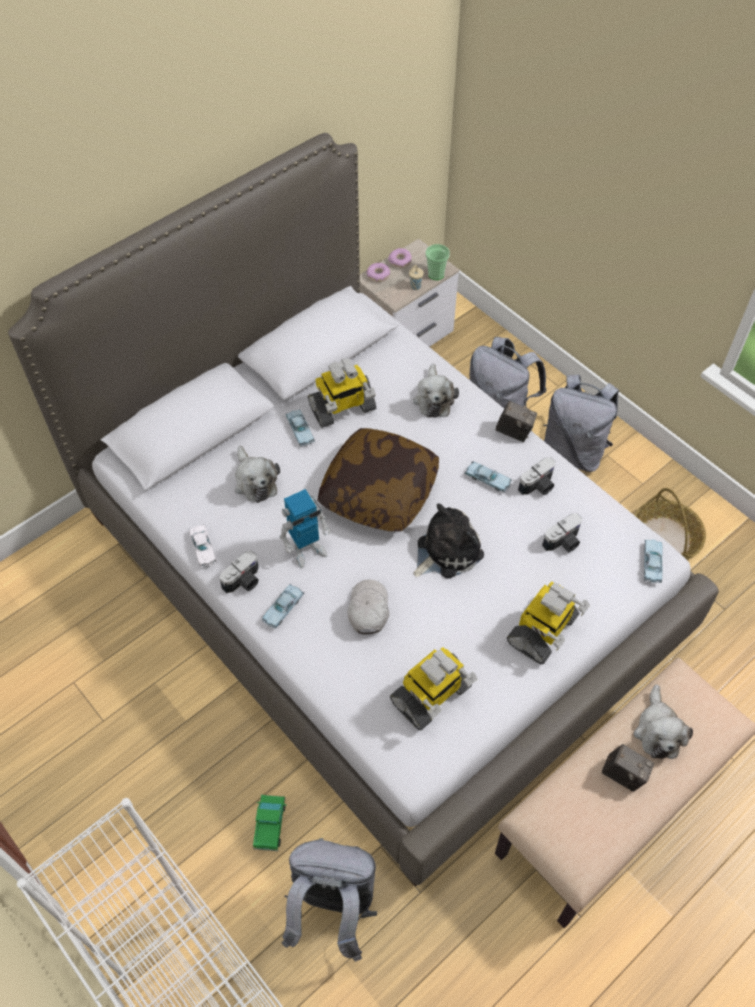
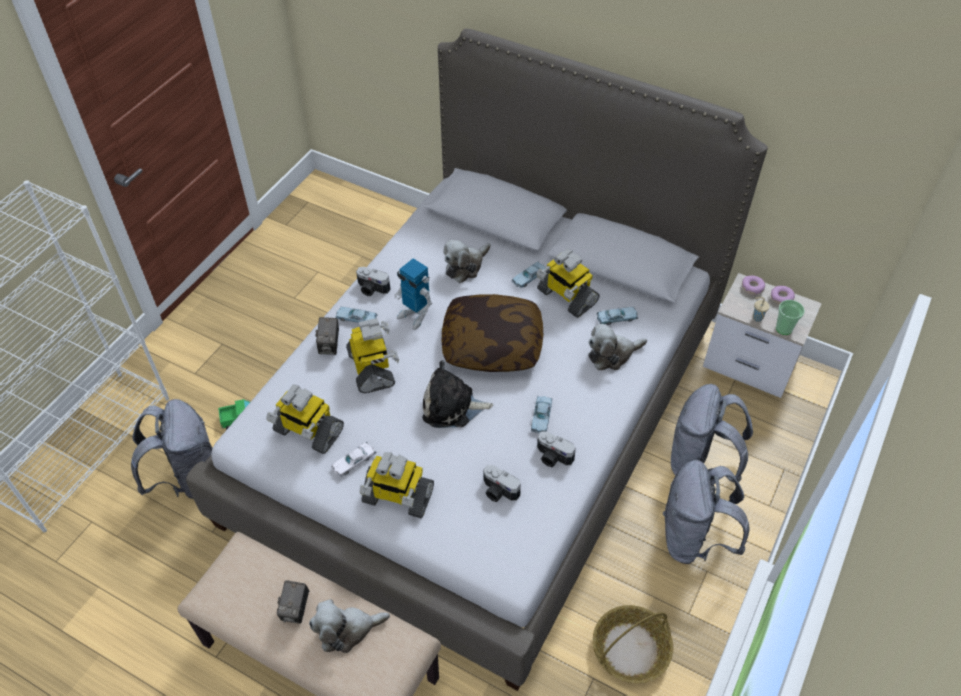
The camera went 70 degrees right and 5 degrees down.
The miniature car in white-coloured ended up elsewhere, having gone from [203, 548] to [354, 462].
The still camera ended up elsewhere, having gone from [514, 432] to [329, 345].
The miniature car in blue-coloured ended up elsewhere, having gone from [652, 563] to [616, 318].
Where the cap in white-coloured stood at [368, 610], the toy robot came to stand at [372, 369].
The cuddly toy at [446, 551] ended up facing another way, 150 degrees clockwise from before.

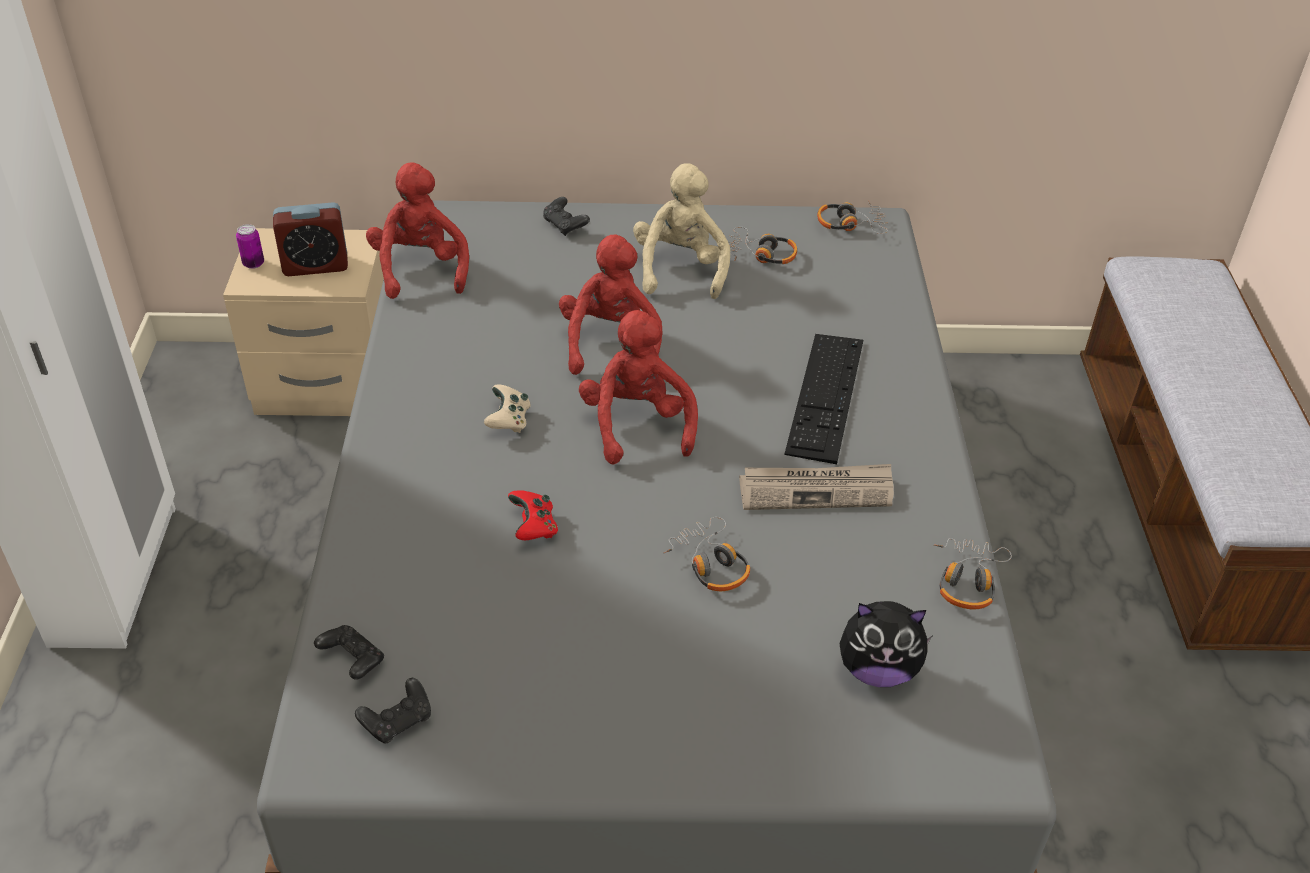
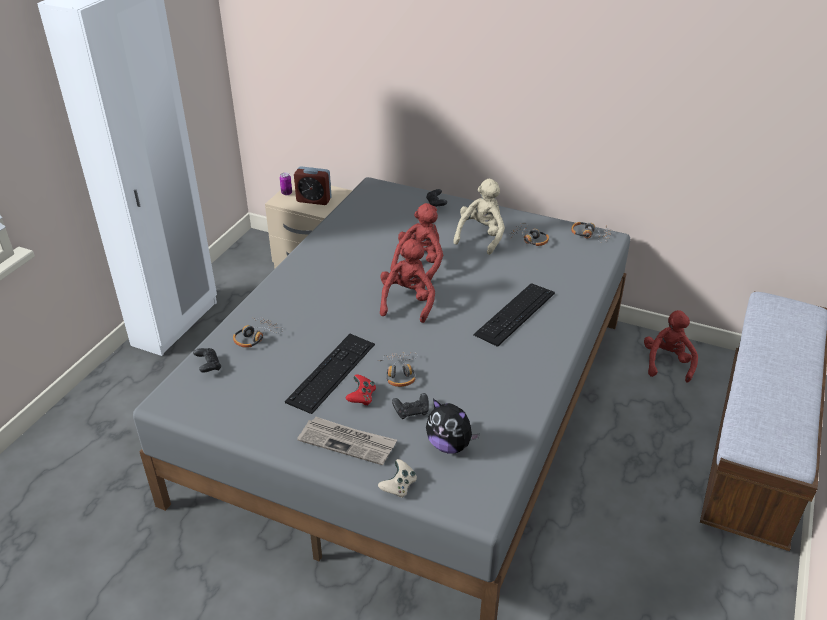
The camera went 25 degrees right and 5 degrees down.
The second view gained the keyboard at [331, 372].
The gamepad in blackish ended up elsewhere, having gone from [398, 721] to [411, 412].
The cuddly toy in red ended up elsewhere, having gone from [420, 269] to [667, 363].
The gamepad in beige ended up elsewhere, having gone from [508, 421] to [398, 486].
The gamepad in red ended up elsewhere, having gone from [534, 527] to [361, 397].
The daily paper ended up elsewhere, having gone from [816, 490] to [348, 442].
The pair of headphones ended up elsewhere, having gone from [967, 580] to [256, 337].

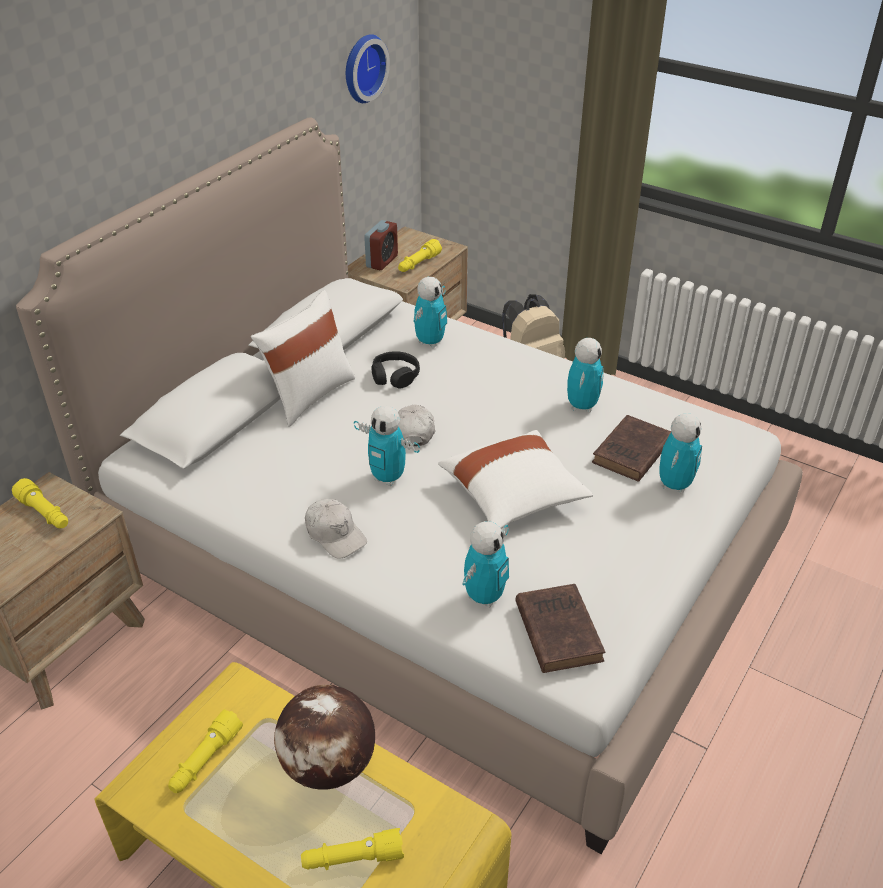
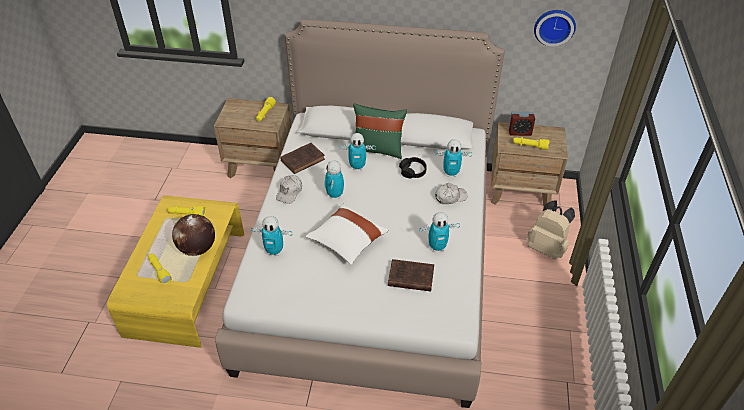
The camera went 65 degrees right and 5 degrees up.
The cap in white-coloured ended up elsewhere, having gone from [414, 430] to [450, 197].
The book in brownish ended up elsewhere, having gone from [557, 629] to [303, 159].
The toy robot ended up elsewhere, having gone from [674, 485] to [357, 167].
What was the pillow in white-coloured at [309, 395] turned into the pillow in green-coloured at [378, 149].

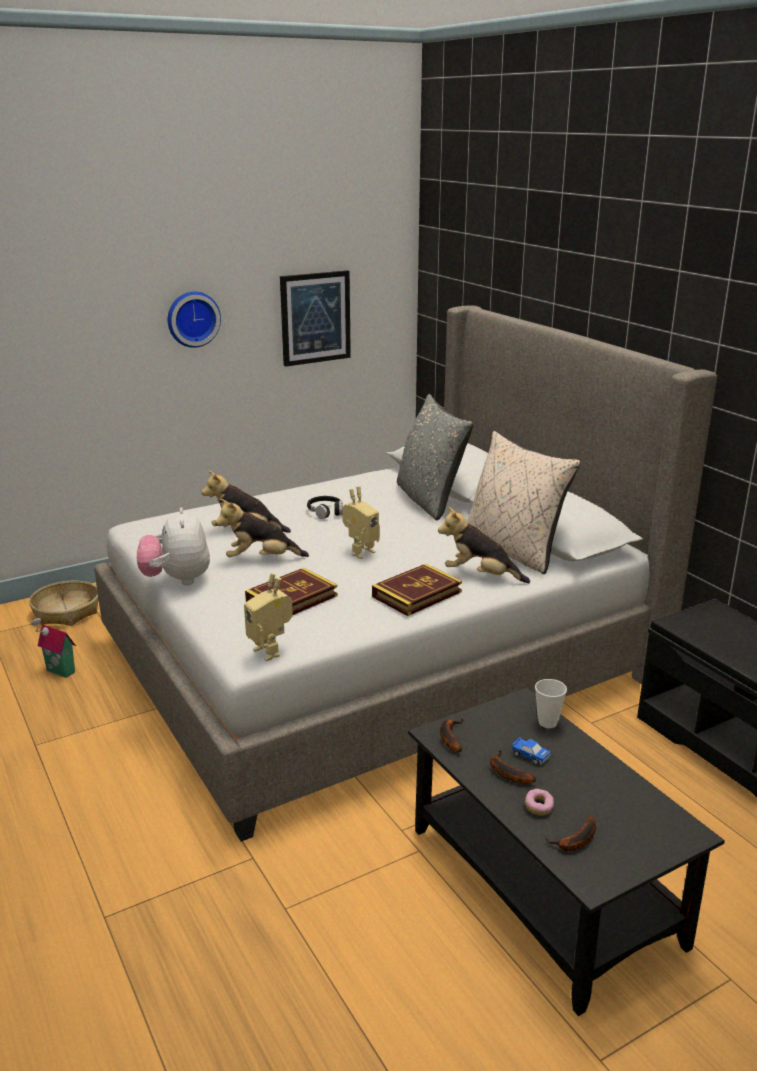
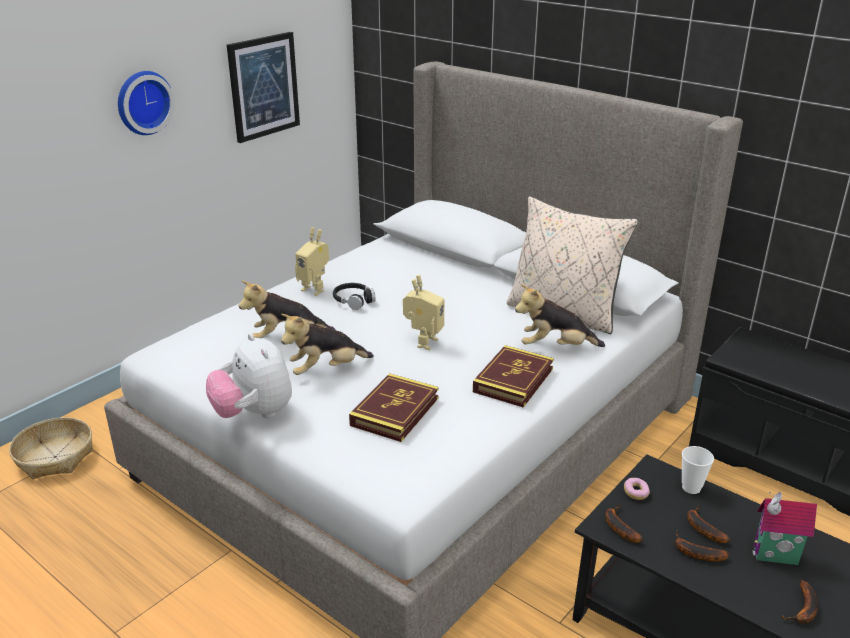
The camera went 20 degrees left and 5 degrees up.
The second view lost the pillow in grey at [429, 500].
The miniature house ended up elsewhere, having gone from [59, 672] to [775, 558].
The toy robot ended up elsewhere, having gone from [271, 651] to [315, 289].
The doughnut ended up elsewhere, having gone from [539, 807] to [635, 493].
Where the miniature car stood at [530, 755], the banana fruit came to stand at [701, 528].

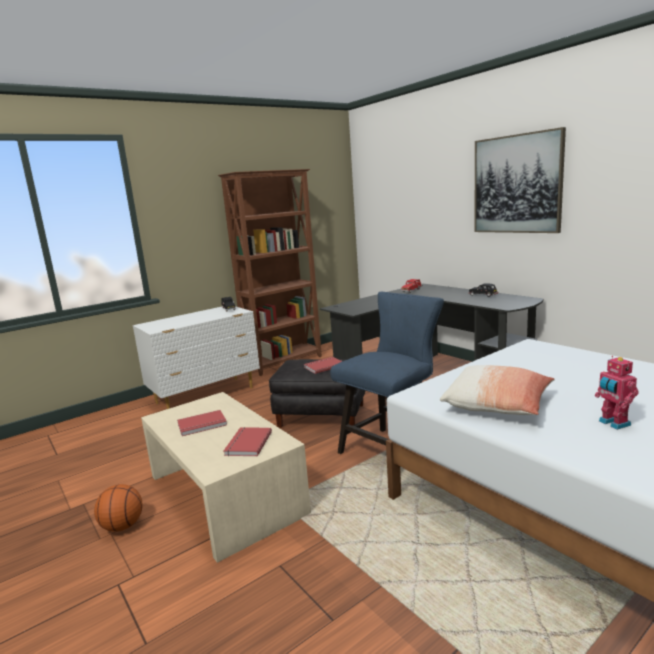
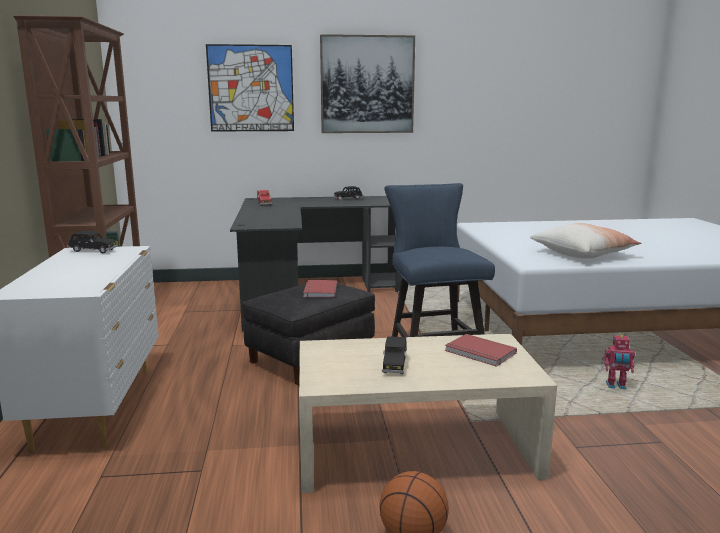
The camera went 60 degrees left and 0 degrees up.
The second view gained the picture at [251, 88].
The toy robot ended up elsewhere, having gone from [613, 423] to [616, 387].
Where the book in red stood at [202, 425], the miniature car in blackish came to stand at [395, 364].

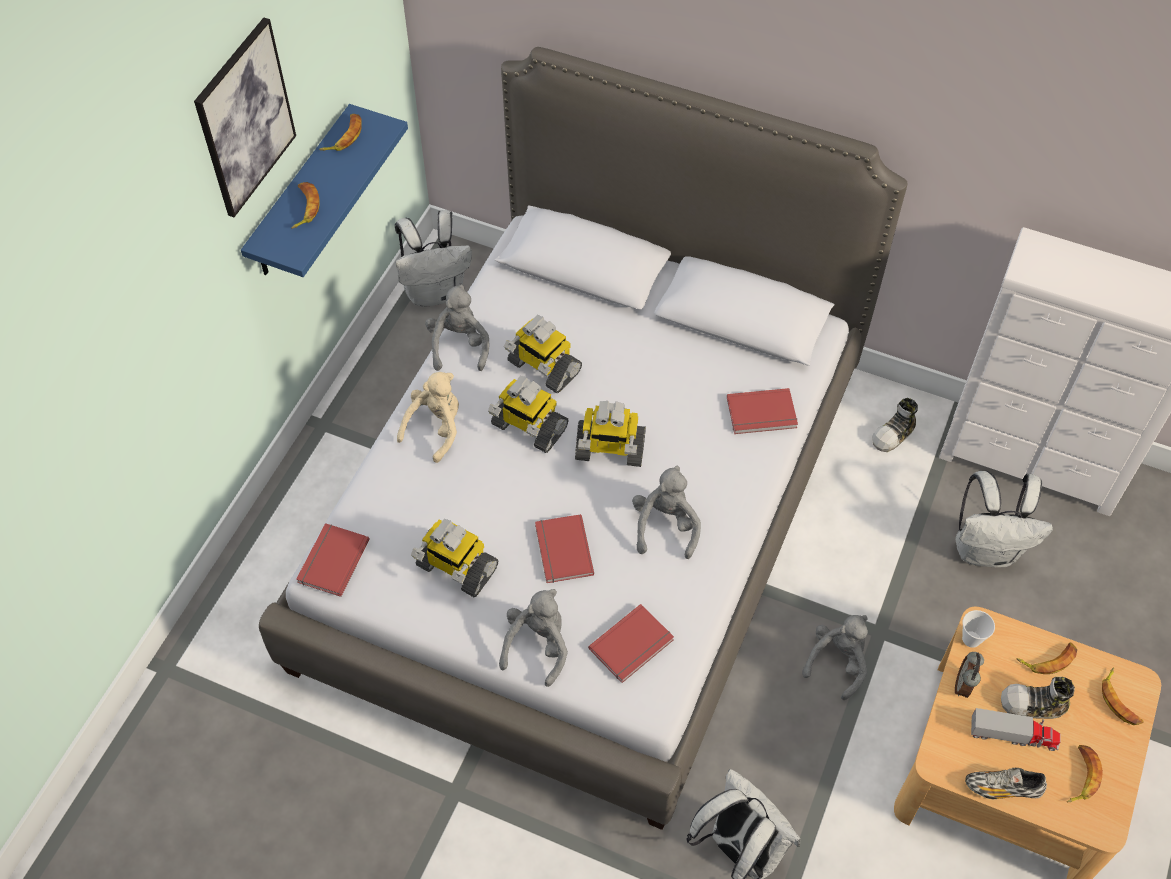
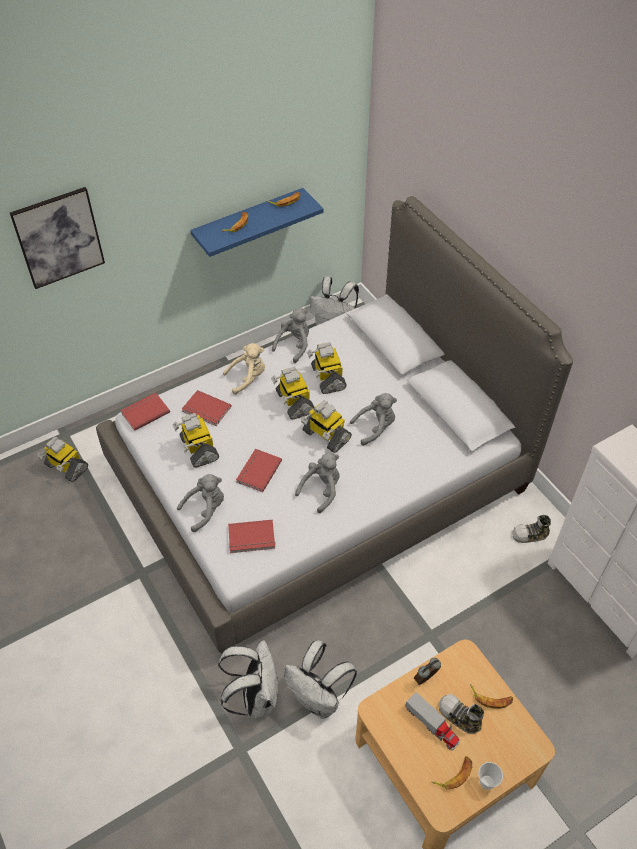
The camera went 35 degrees right and 5 degrees down.
The second view lost the low shoe at [1003, 788].
The second view lost the banana fruit at [1120, 701].
The second view gained the toy robot at [66, 467].
The picture ended up elsewhere, having gone from [245, 118] to [58, 238].
The book in red ended up elsewhere, having gone from [762, 414] to [206, 410].
The cuddly toy in grey ended up elsewhere, having gone from [837, 662] to [375, 428].
The rucksack in white-coloured ended up elsewhere, having gone from [986, 550] to [319, 699].
The drinking cup ended up elsewhere, having gone from [971, 639] to [486, 782].

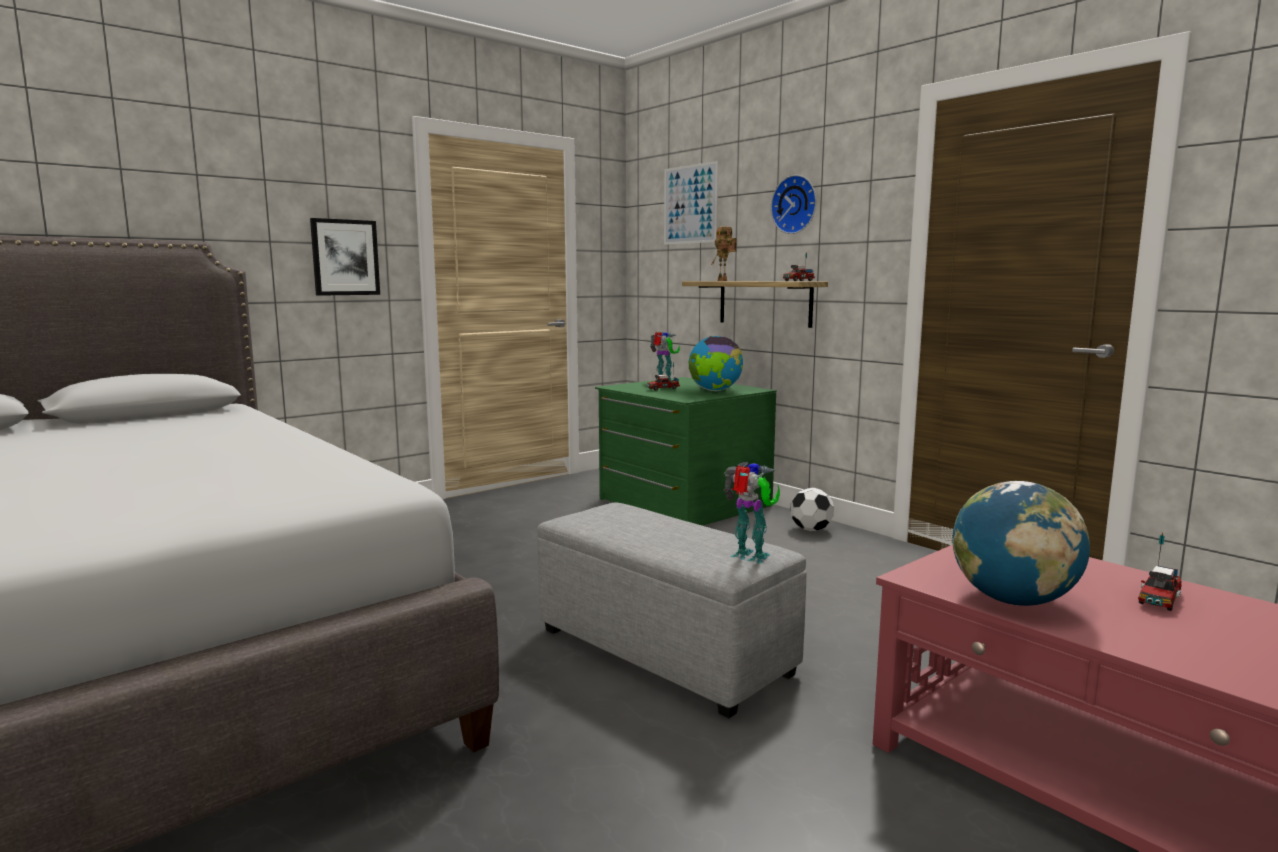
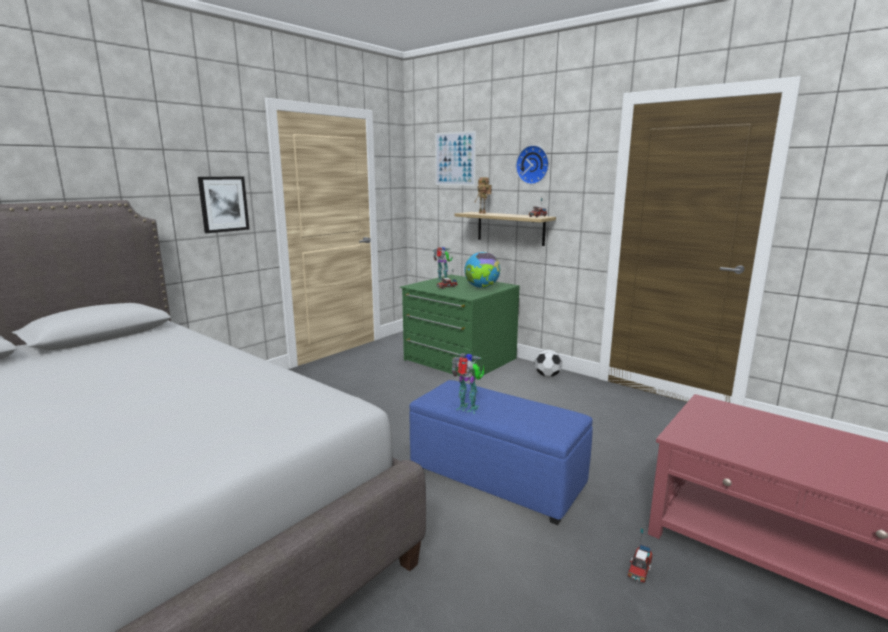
The camera went 10 degrees left and 5 degrees up.
The second view lost the world globe at [1013, 600].
The toy robot ended up elsewhere, having gone from [751, 557] to [468, 409].
The model truck ended up elsewhere, having gone from [1159, 599] to [639, 569].
What was the ottoman in grey at [664, 652] turned into the ottoman in blue-coloured at [497, 479].

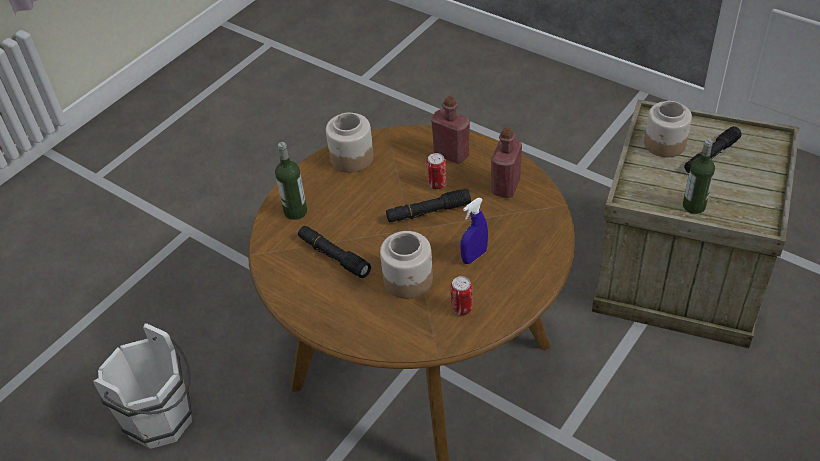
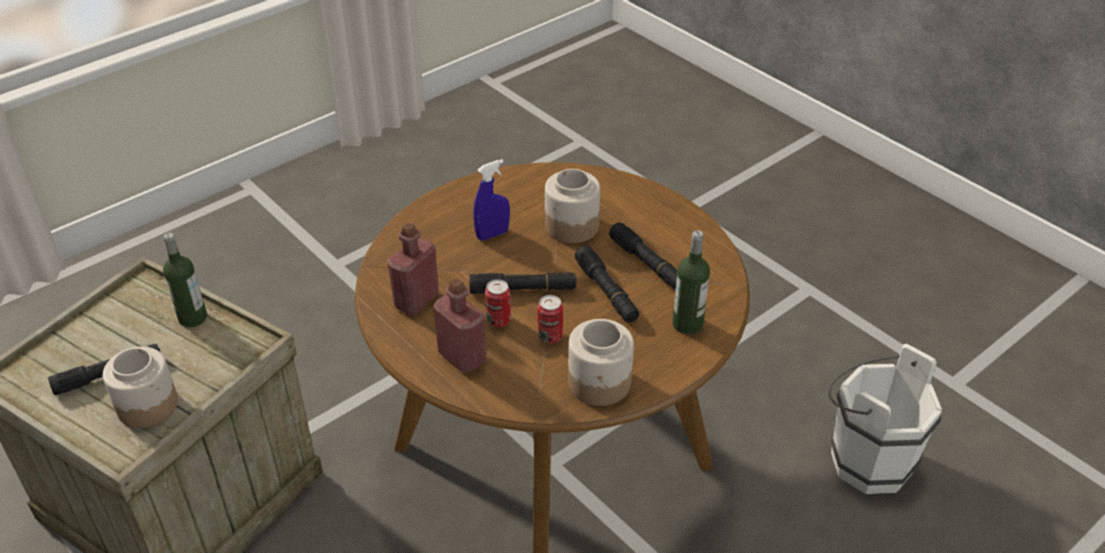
The camera went 170 degrees left and 5 degrees down.
The second view gained the hand torch in blackish at [606, 291].
The sealed can ended up elsewhere, having gone from [462, 308] to [550, 336].

